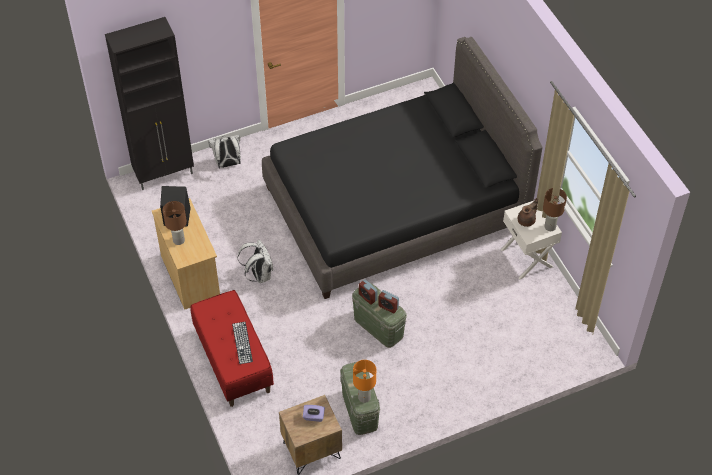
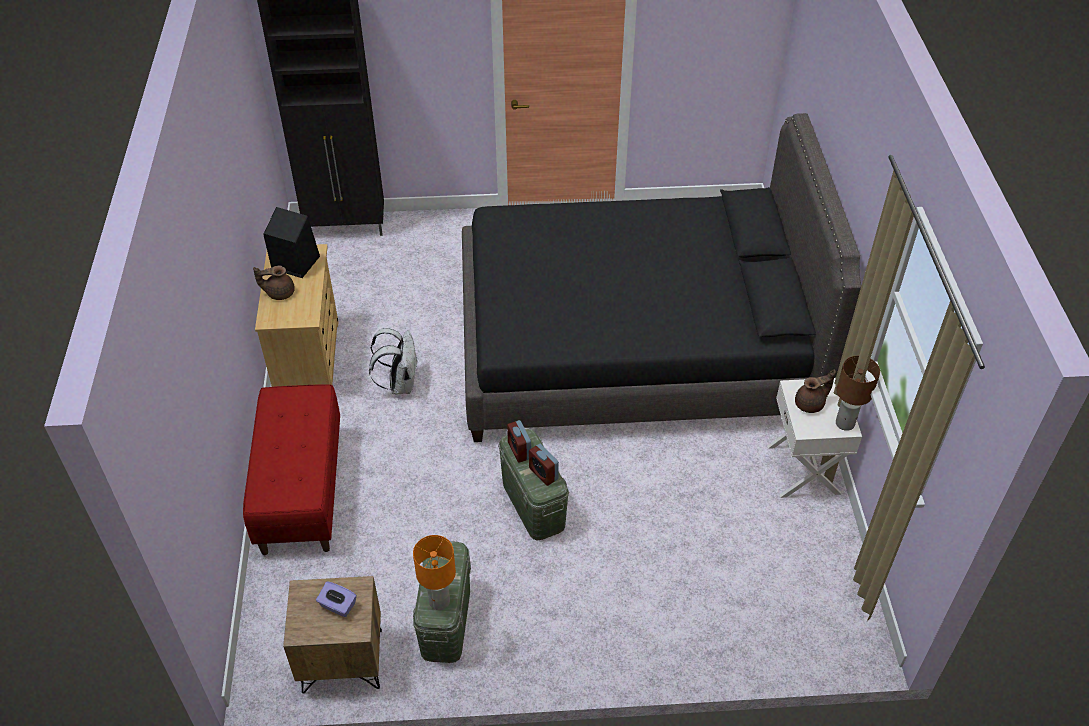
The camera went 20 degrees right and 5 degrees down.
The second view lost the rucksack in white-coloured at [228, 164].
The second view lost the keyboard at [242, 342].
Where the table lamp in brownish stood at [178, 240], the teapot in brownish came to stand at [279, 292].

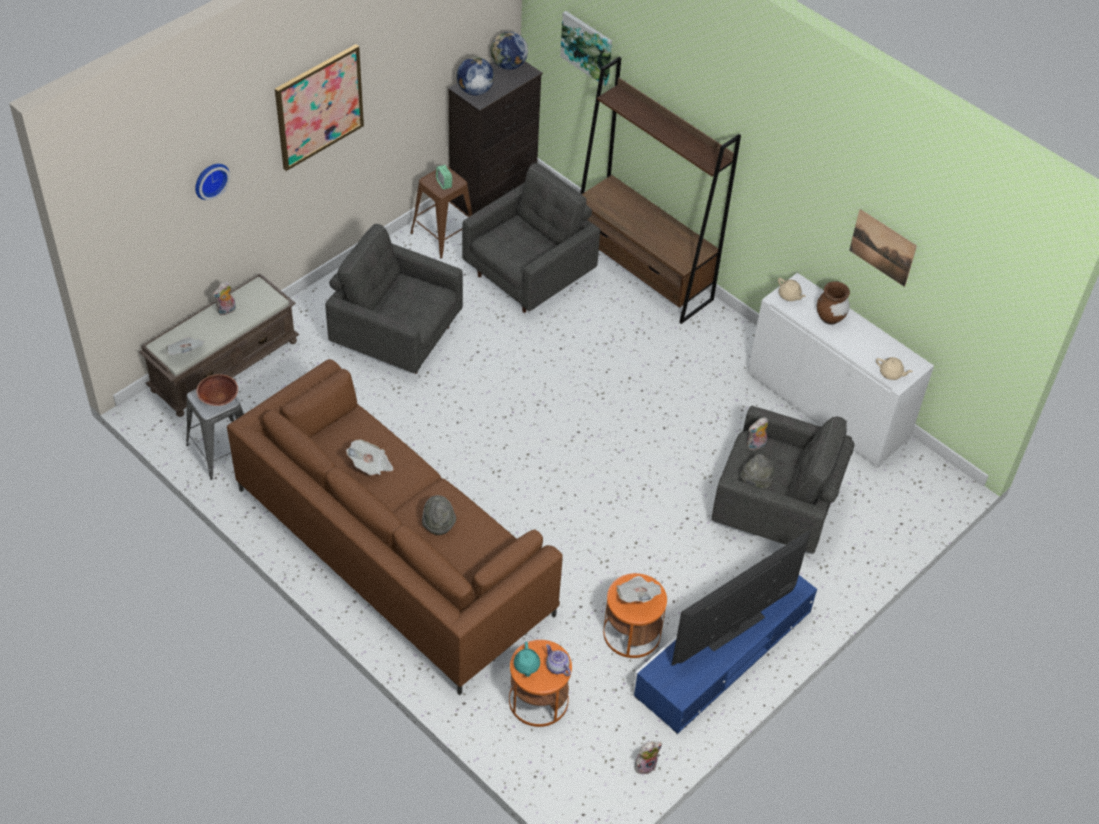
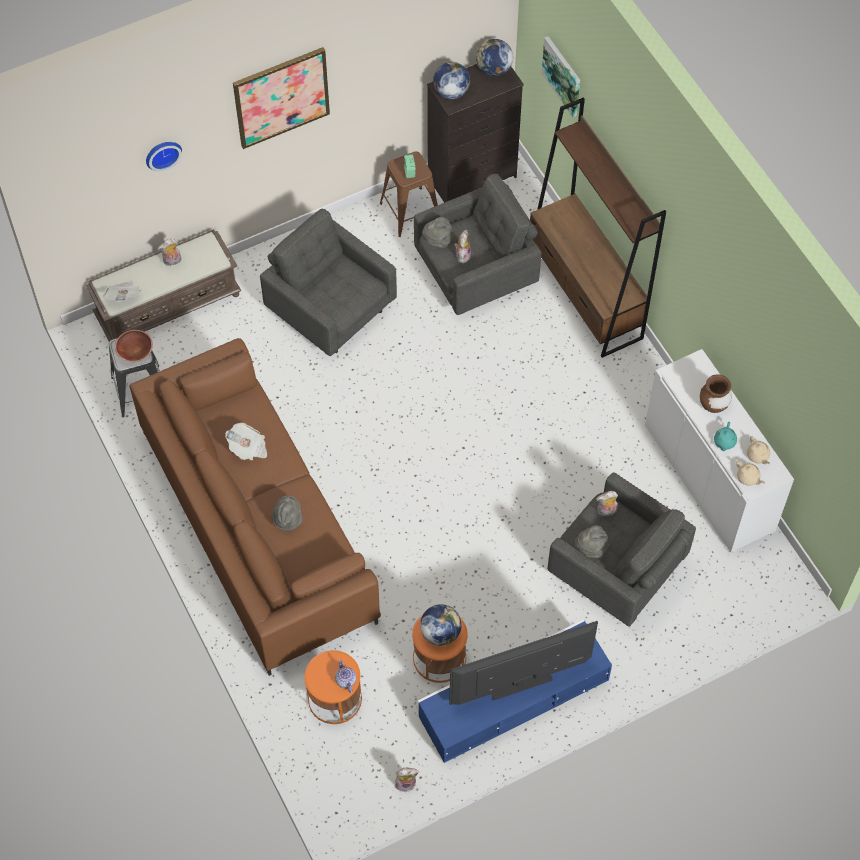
The camera went 20 degrees right and 10 degrees up.
The second view lost the picture at [882, 247].
The second view gained the wearable hat in grey at [438, 240].
The second view gained the cuddly toy at [462, 255].
The teapot in blue-green ended up elsewhere, having gone from [526, 666] to [724, 442].
The teapot in beige ended up elsewhere, having gone from [789, 295] to [757, 456].
Where the daily paper stood at [637, 596], the world globe came to stand at [440, 632].

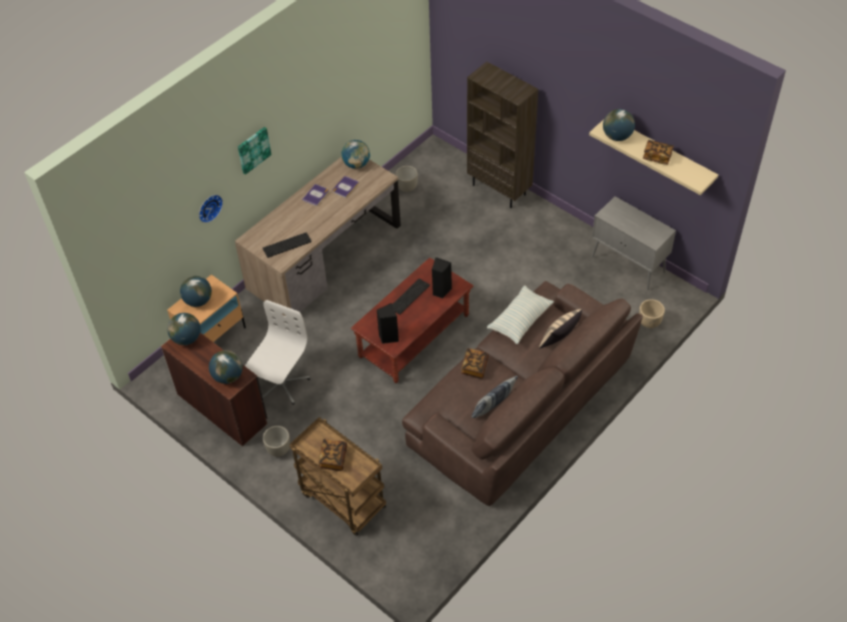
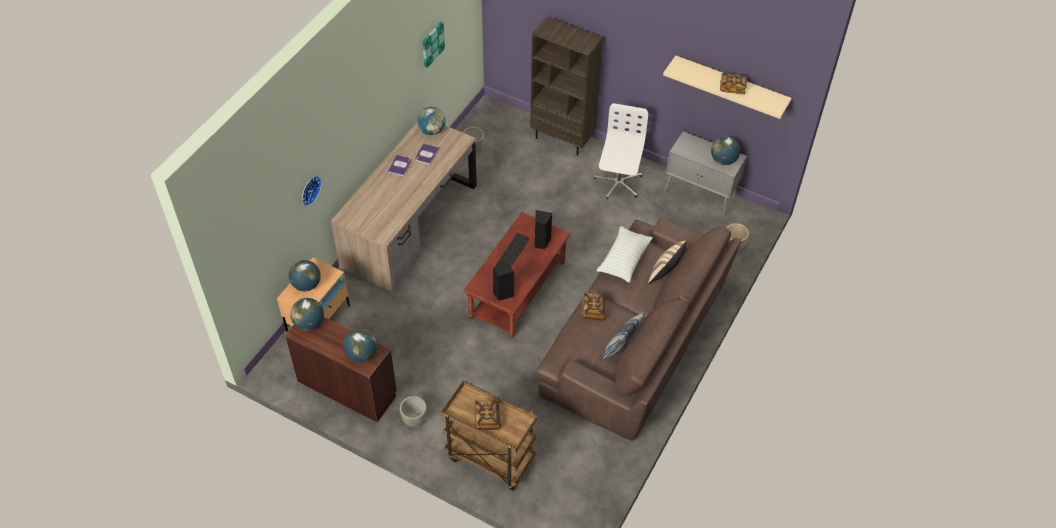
The camera went 15 degrees left and 0 degrees up.
The second view lost the keyboard at [287, 246].
The picture ended up elsewhere, having gone from [253, 149] to [432, 44].
The office chair in white-coloured ended up elsewhere, having gone from [281, 384] to [618, 183].
The world globe ended up elsewhere, having gone from [617, 136] to [723, 160].

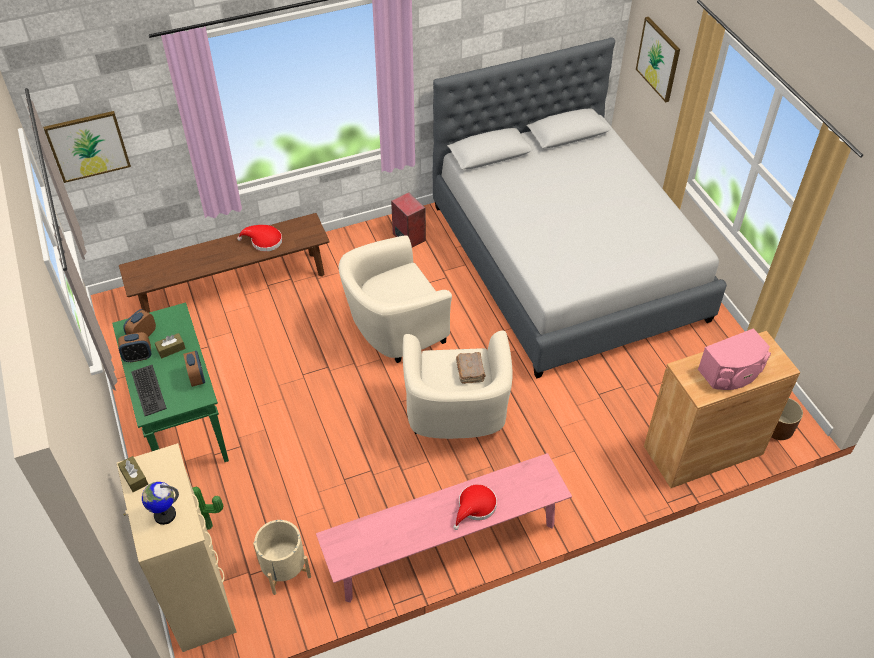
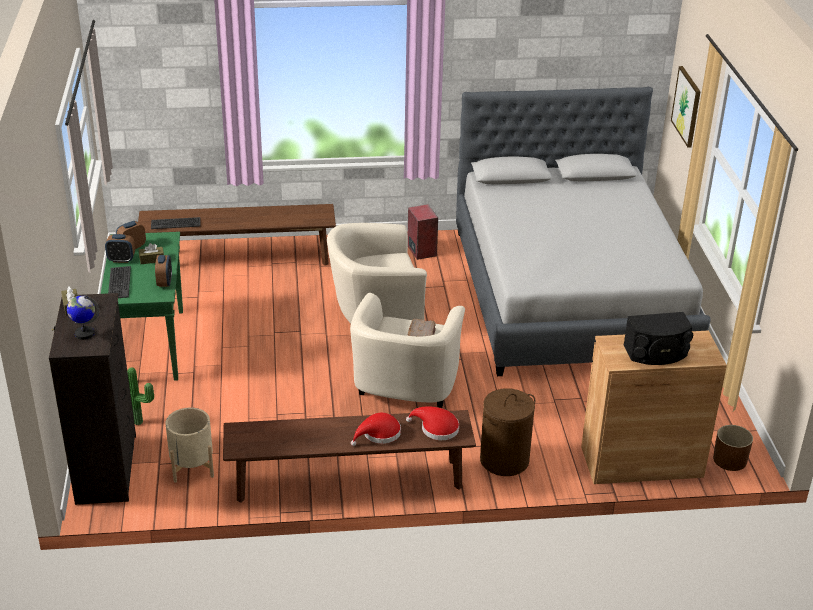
The camera went 15 degrees right and 15 degrees down.
The second view lost the picture at [88, 146].
The second view gained the keyboard at [175, 223].
The second view gained the washing basket in brownish at [504, 460].
The wearable hat in red ended up elsewhere, having gone from [264, 241] to [436, 428].
What was the dresser in beige at [198, 595] turned into the dresser in blackish at [107, 468].
What was the long seat in pinkish at [445, 545] turned into the long seat in brownish at [349, 481].
What was the audio speaker in pinkish at [732, 373] turned into the audio speaker in blackish at [656, 353].

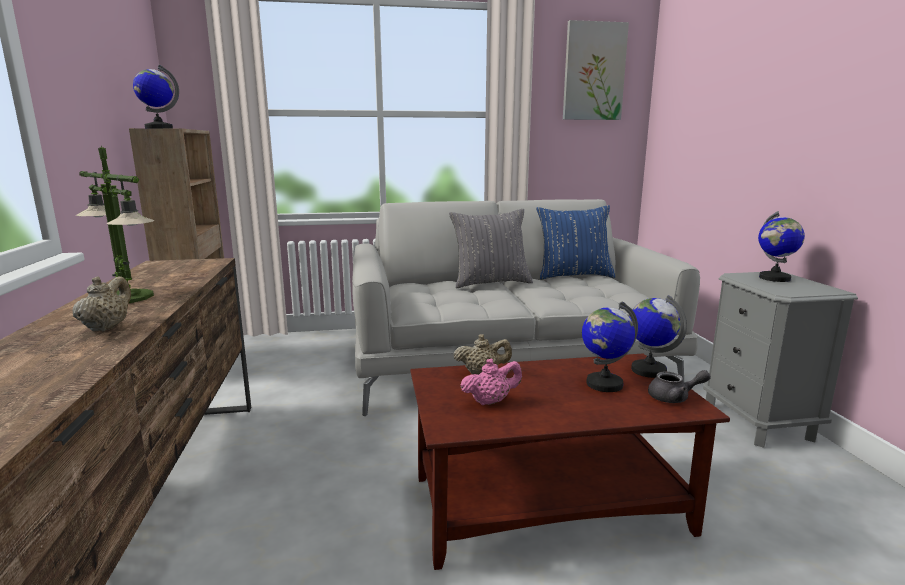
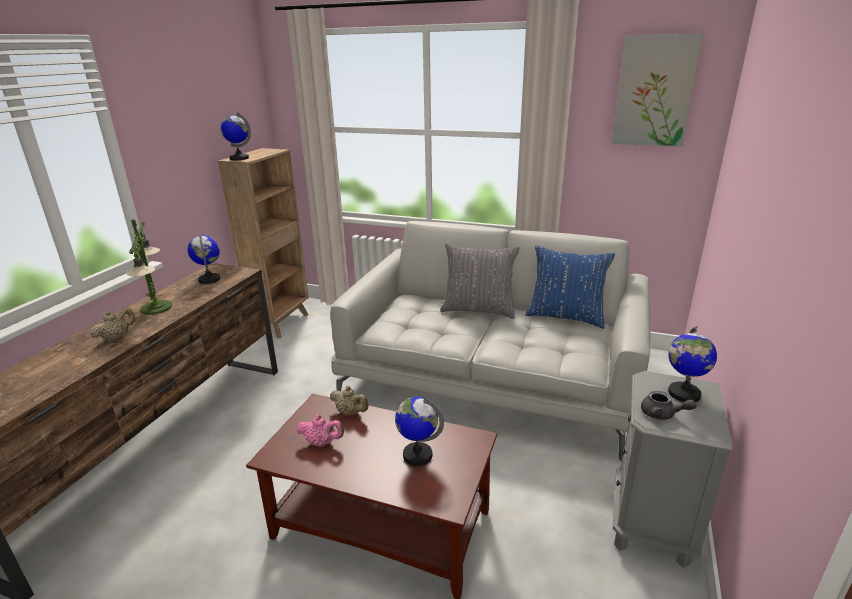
The camera went 30 degrees right and 10 degrees up.
The world globe ended up elsewhere, having gone from [648, 370] to [209, 279].
The teapot in grey ended up elsewhere, having gone from [674, 398] to [662, 414].

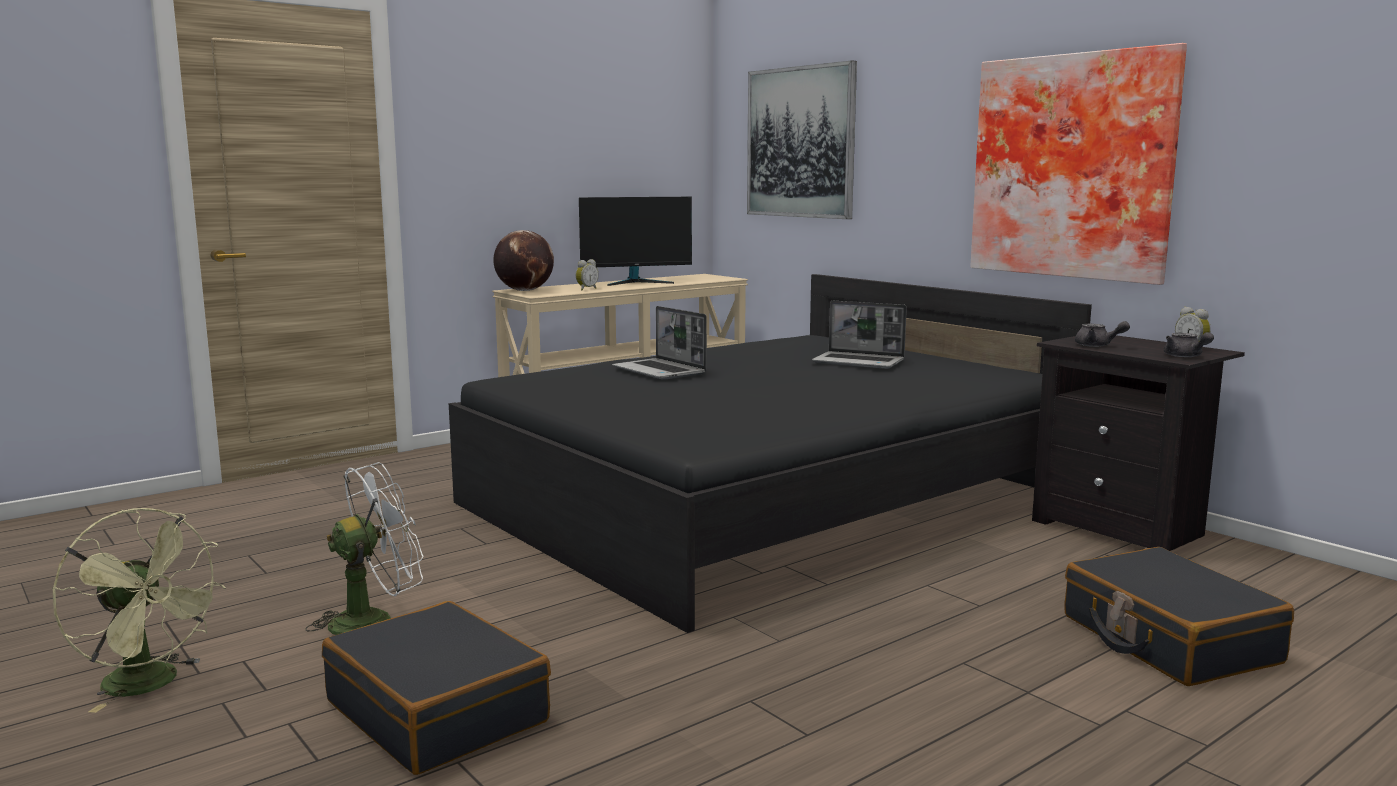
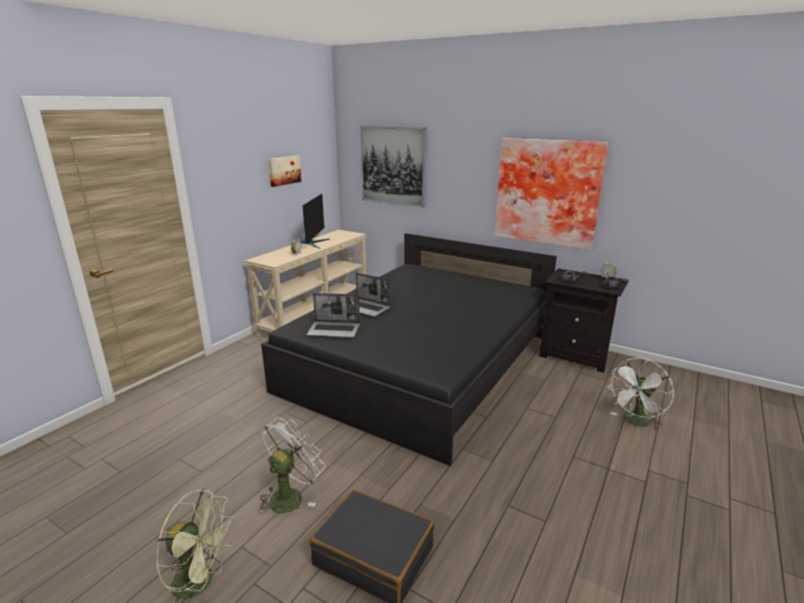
The camera went 20 degrees left and 10 degrees up.
The second view lost the world globe at [524, 290].
The second view gained the picture at [284, 170].
The portable computer ended up elsewhere, having gone from [859, 362] to [334, 330].
Where the travel case in blackish stood at [1168, 639], the cooling fan in white-coloured came to stand at [635, 422].
The computer display at [636, 282] ended up facing another way, 45 degrees counterclockwise from before.

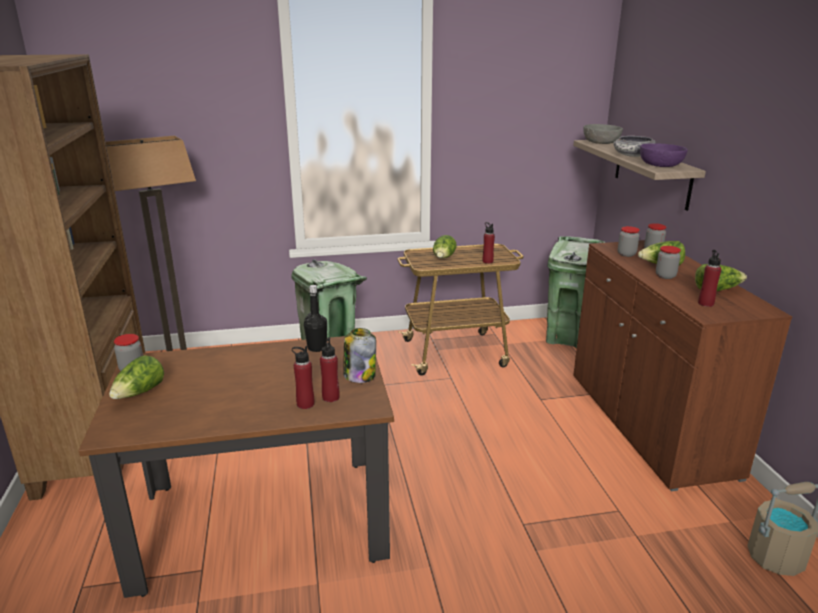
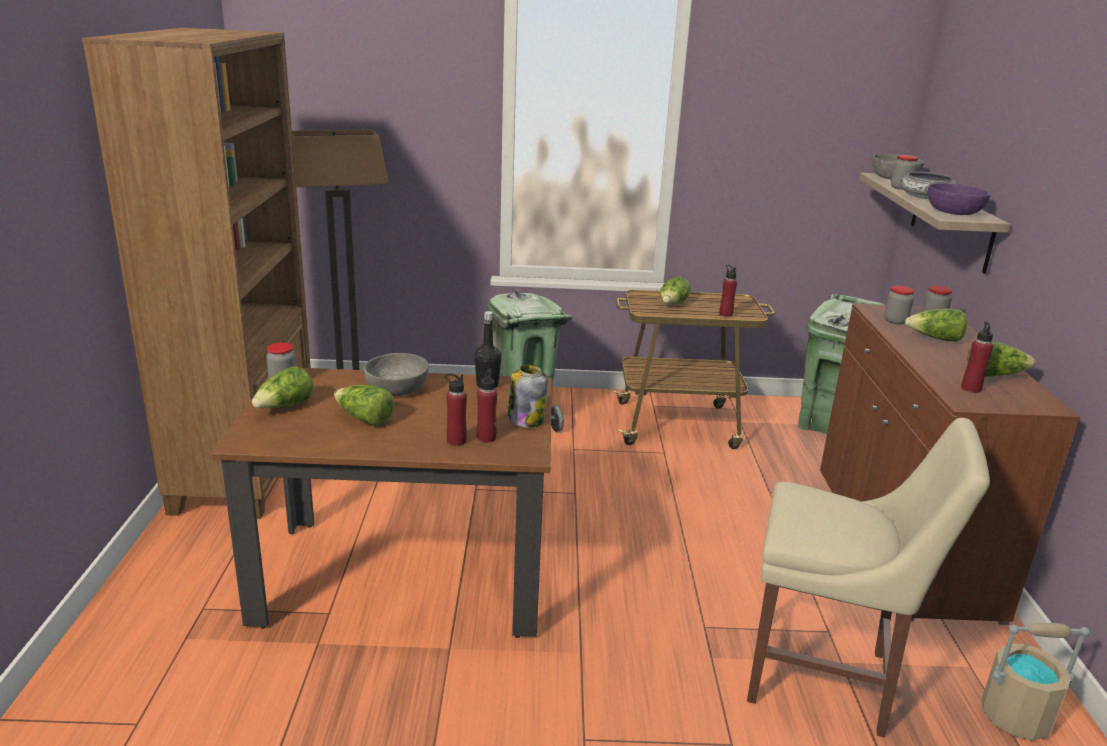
The camera went 10 degrees right and 0 degrees up.
The second view gained the head of lettuce at [364, 419].
The second view gained the deep dish in grey at [397, 389].
The second view gained the plain chair in beige at [826, 679].
The preserve jar ended up elsewhere, having gone from [665, 276] to [901, 188].

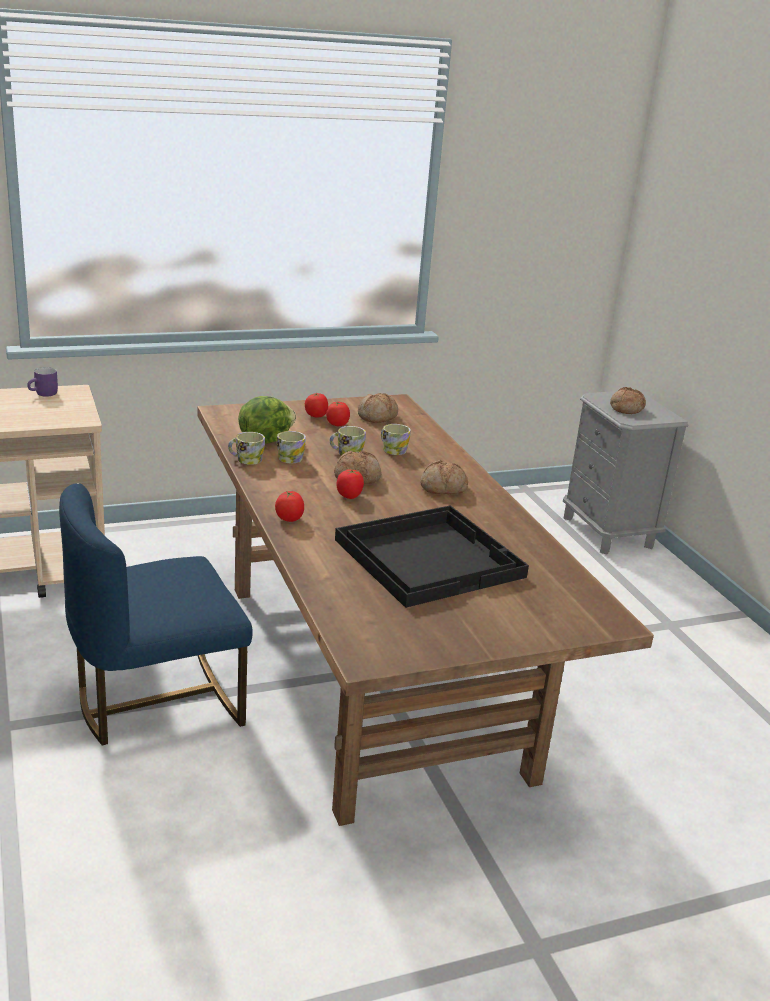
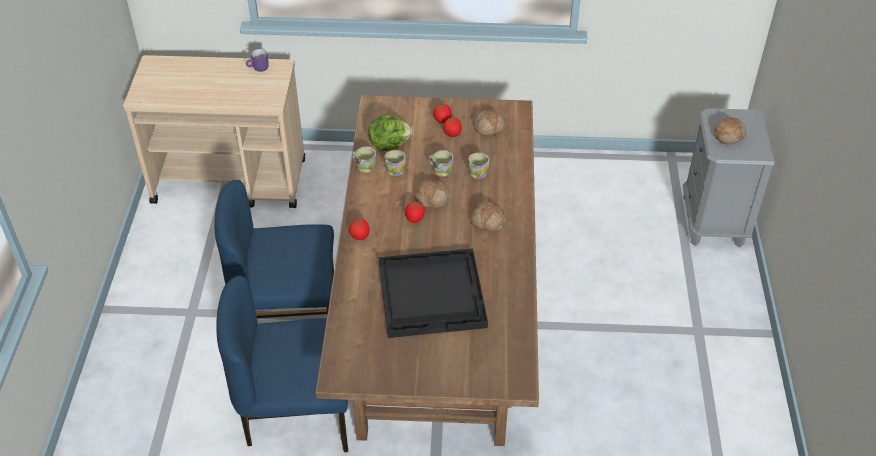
The camera went 25 degrees right and 20 degrees up.
The second view gained the plain chair in blue-coloured at [296, 413].

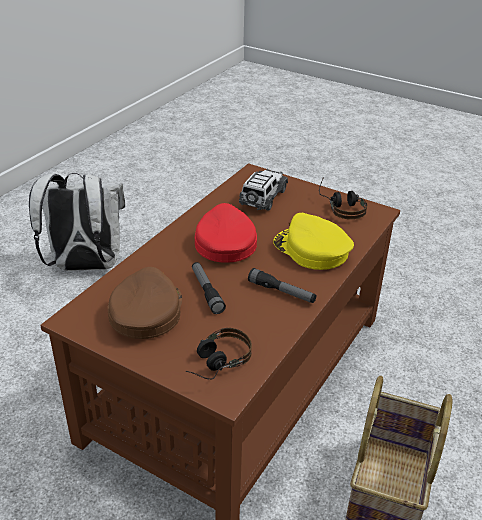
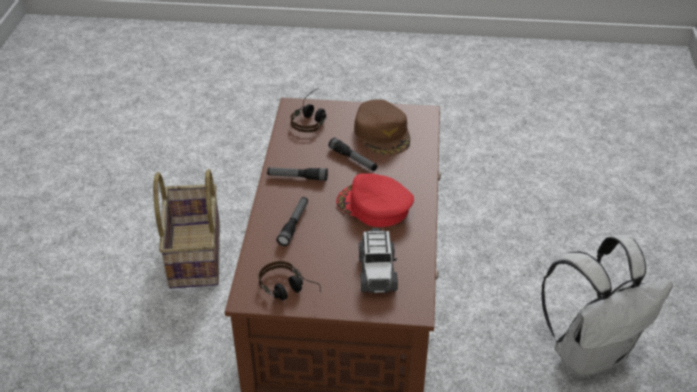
The camera went 155 degrees right and 5 degrees up.
Where the cap in yellow stood at [311, 249], the hand torch came to stand at [294, 224].
The cap in red at [224, 242] ended up facing another way, 150 degrees clockwise from before.

